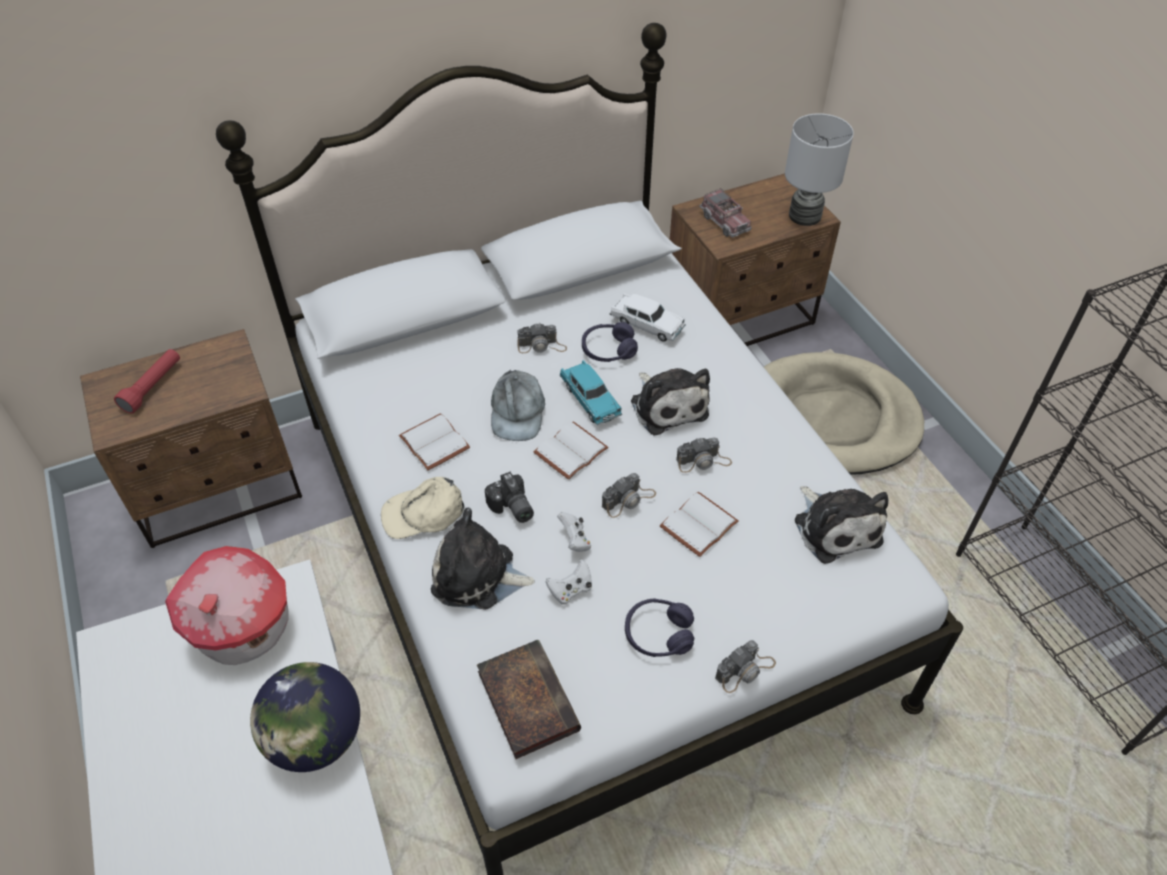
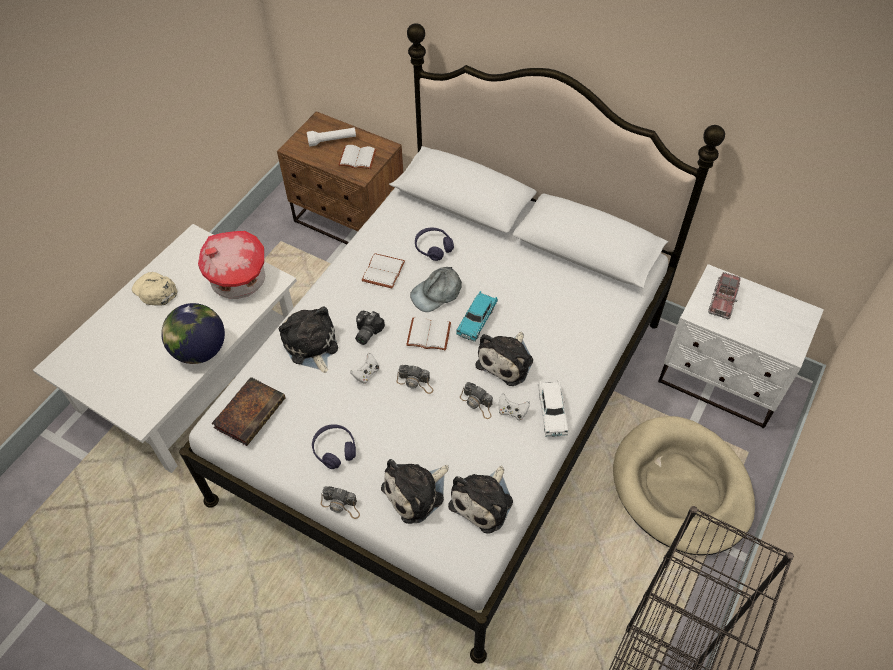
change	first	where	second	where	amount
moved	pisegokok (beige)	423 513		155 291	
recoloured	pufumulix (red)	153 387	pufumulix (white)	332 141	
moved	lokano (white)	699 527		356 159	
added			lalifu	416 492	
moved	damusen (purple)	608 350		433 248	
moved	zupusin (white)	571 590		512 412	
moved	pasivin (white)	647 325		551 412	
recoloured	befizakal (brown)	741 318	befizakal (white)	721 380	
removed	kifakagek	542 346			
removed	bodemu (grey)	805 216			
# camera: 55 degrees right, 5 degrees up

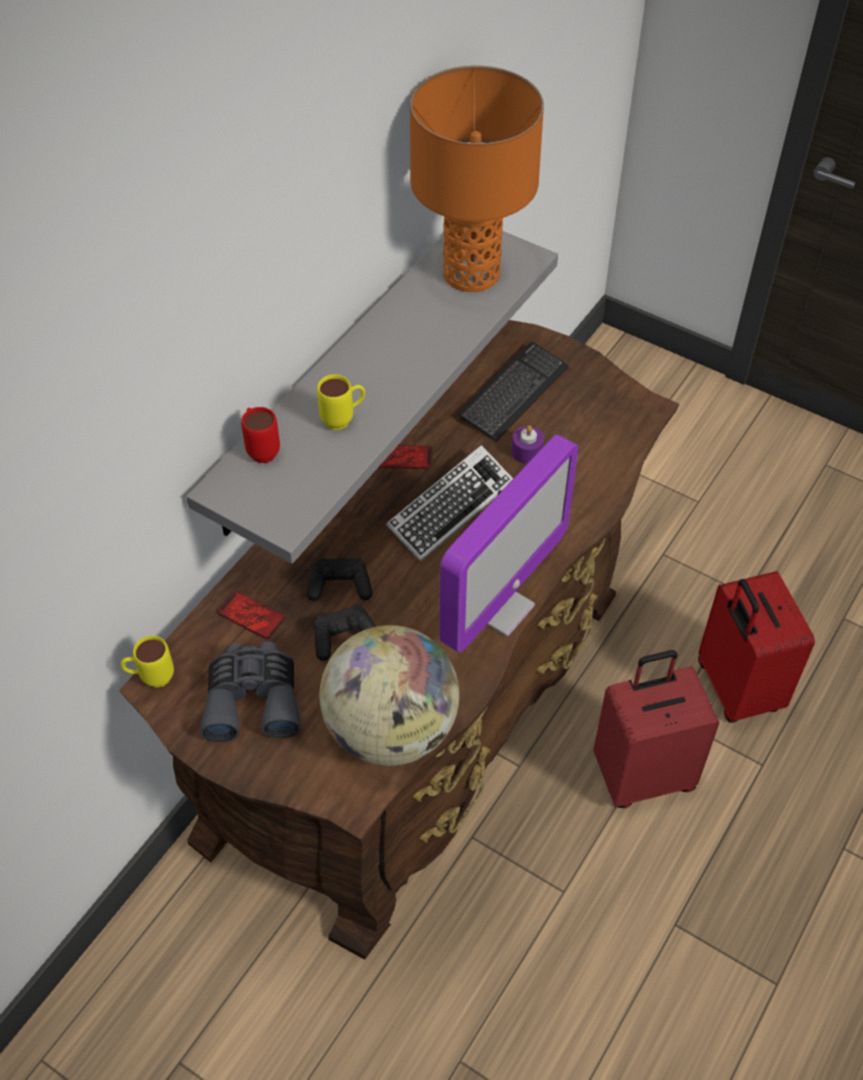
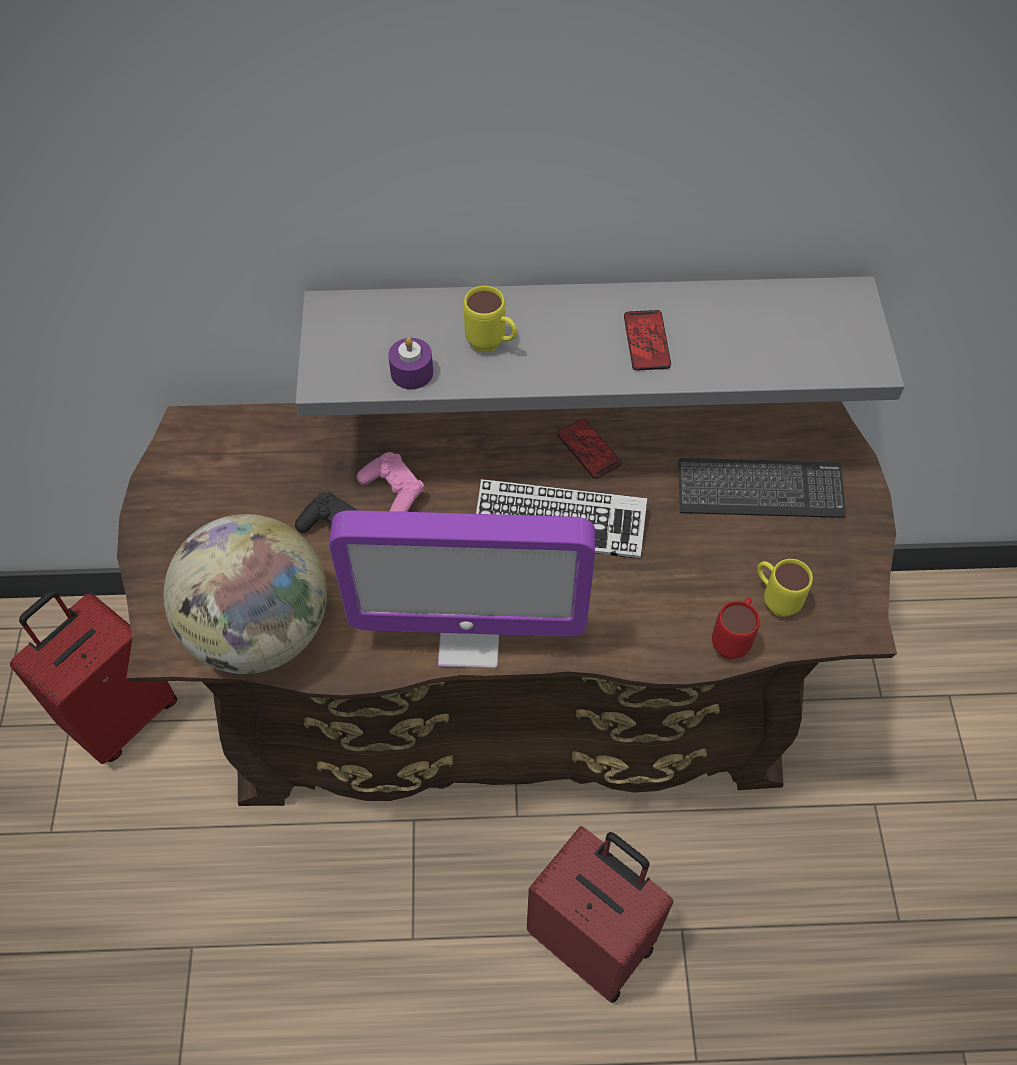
change	first	where	second	where	amount
moved	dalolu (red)	735 688		121 714	
recoloured	zupusin (black)	340 586	zupusin (pink)	393 492	
moved	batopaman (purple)	527 451		412 372	
moved	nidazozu	251 615		646 341	
moved	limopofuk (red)	261 449		733 639	
moved	limopofuk (yellow)	151 678		774 599	
removed	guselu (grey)	253 699			
removed	bodemu (orange)	472 274			
# camera: 55 degrees right, 5 degrees up

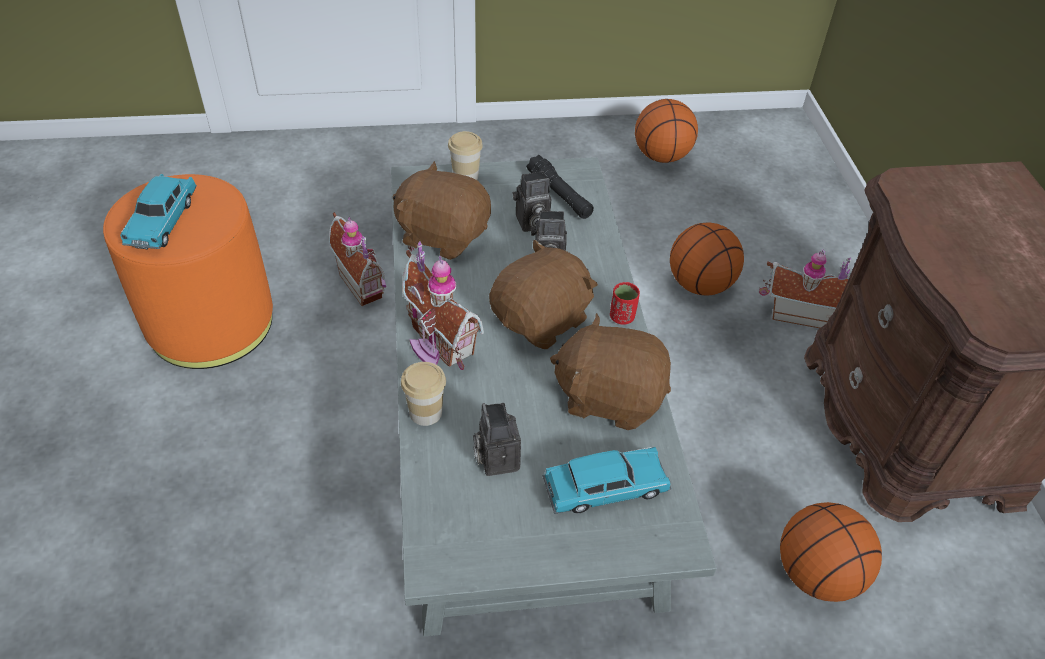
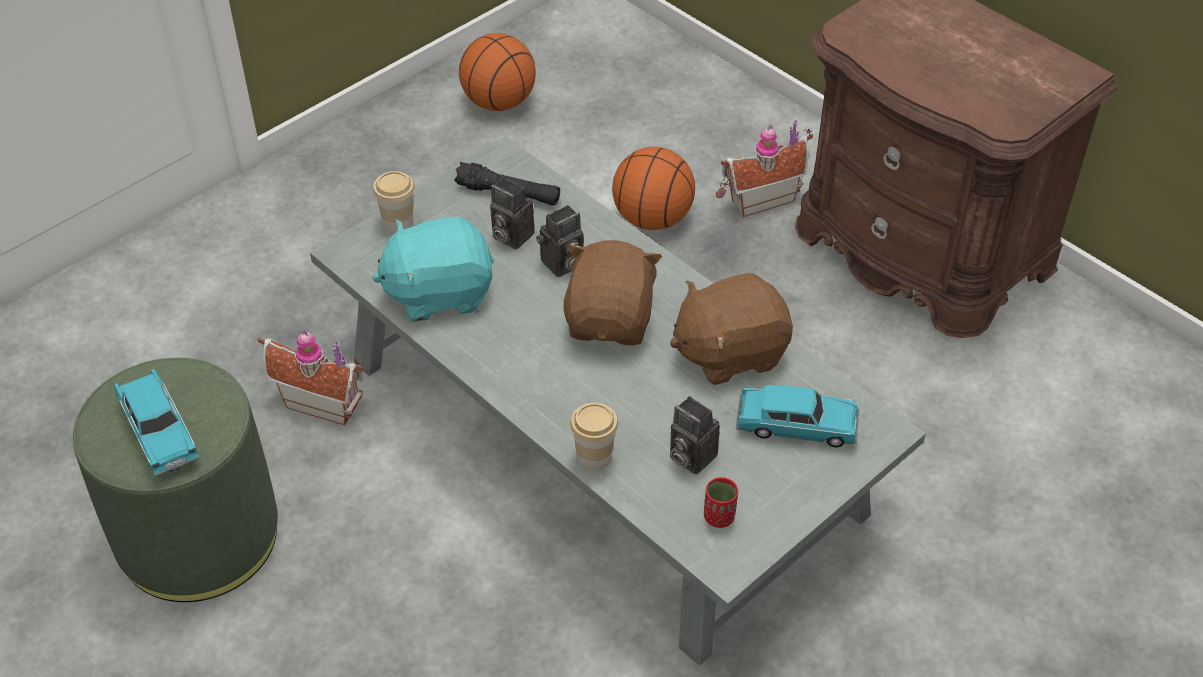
change	first	where	second	where	amount
recoloured	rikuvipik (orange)	211 323	rikuvipik (green)	198 536	
recoloured	lalifu (brown)	443 235	lalifu (turquoise)	439 292	
turned	kifakagek	531 223		510 236	90 degrees clockwise
moved	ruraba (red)	622 317		719 517	
turned	pasivin (turquoise)	605 489		796 427	60 degrees clockwise
removed	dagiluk	437 345			
removed	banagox	817 574			
# camera: 35 degrees left, 0 degrees up

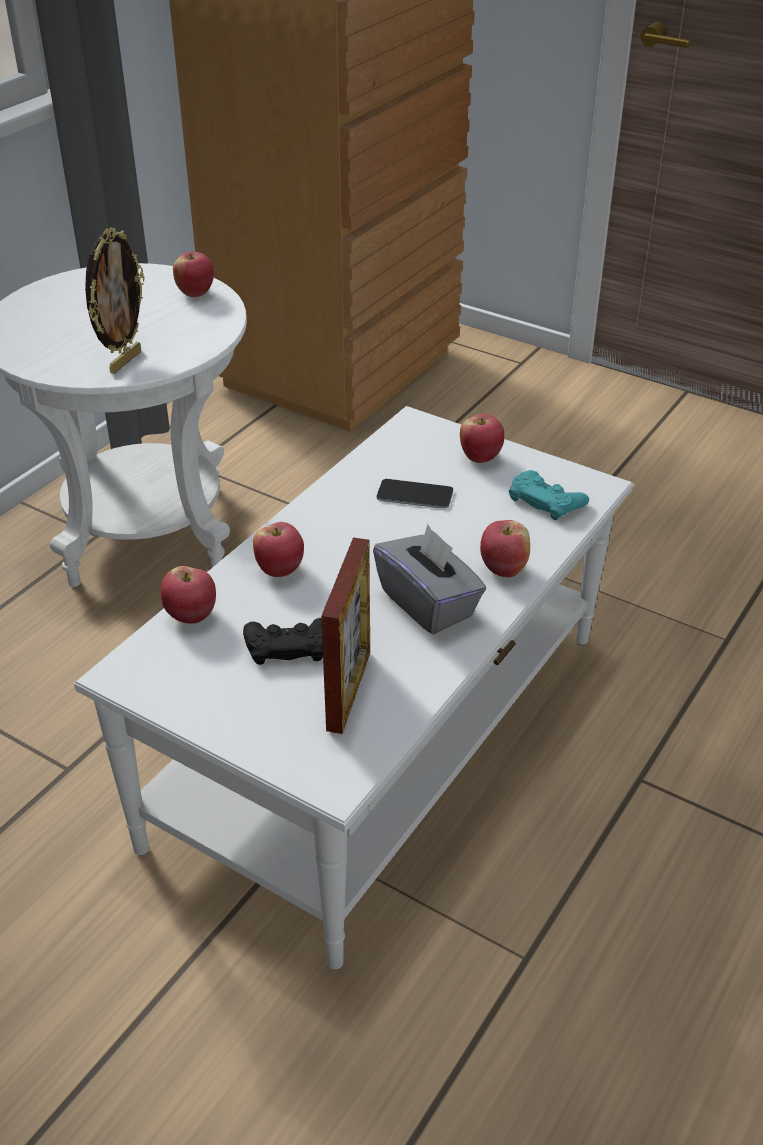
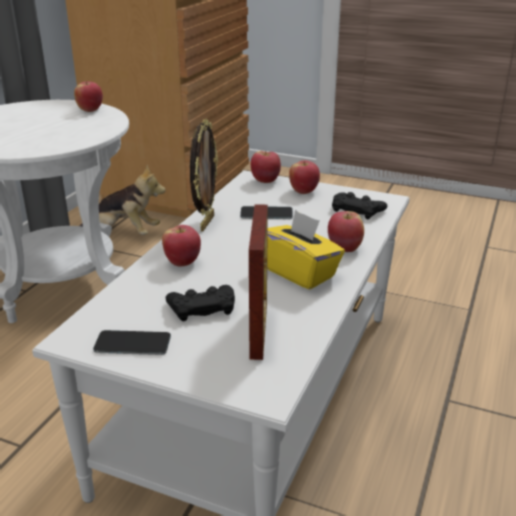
change	first	where	second	where	amount
added			lalifu	124 233	
added			nidazozu	132 343	
moved	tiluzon	124 361		206 223	
moved	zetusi	191 616		265 181	
recoloured	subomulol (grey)	428 603	subomulol (yellow)	299 272	
recoloured	zupusin (turquoise)	546 501	zupusin (black)	357 210	
# camera: 10 degrees left, 10 degrees down

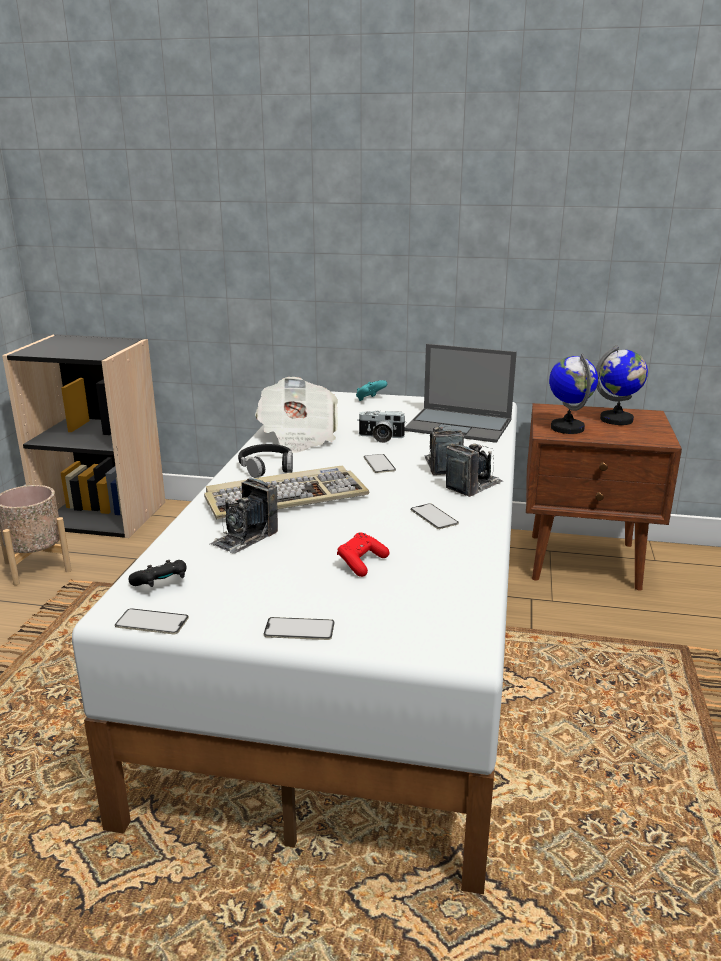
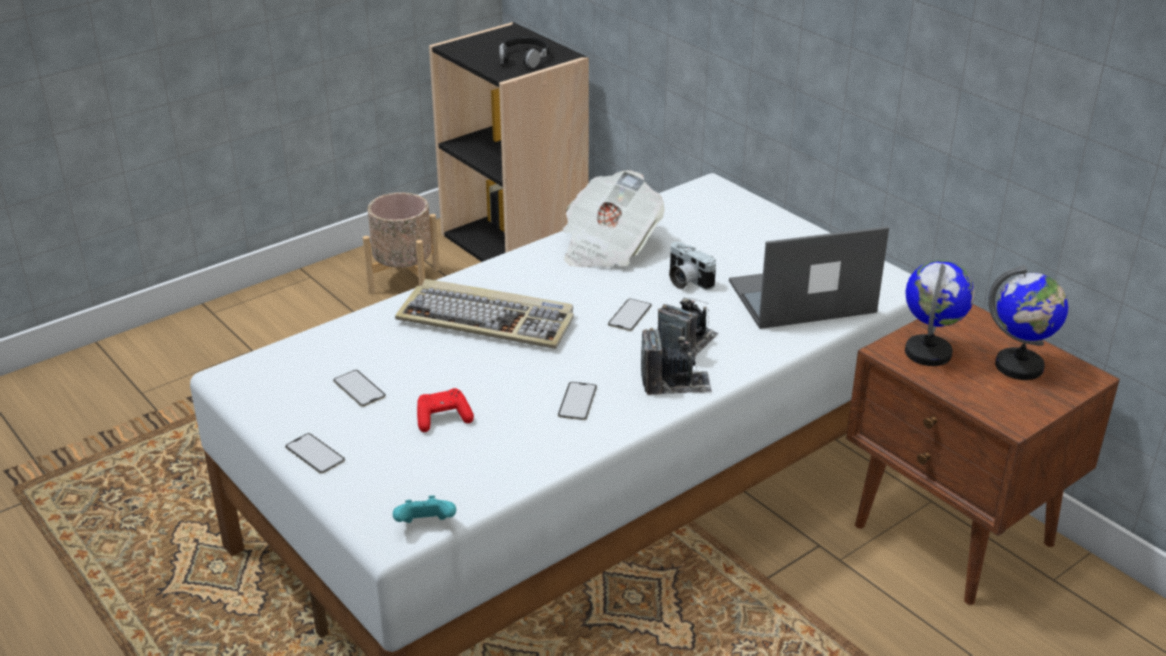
change	first	where	second	where	amount
moved	nidazozu	152 622		359 388	
moved	zupusin (turquoise)	369 400		425 526	
moved	damusen (black)	267 467		524 58	
turned	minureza	460 425		800 297	105 degrees clockwise
removed	zupusin (black)	161 584			
removed	kifakagek	245 537			
# camera: 40 degrees right, 10 degrees up

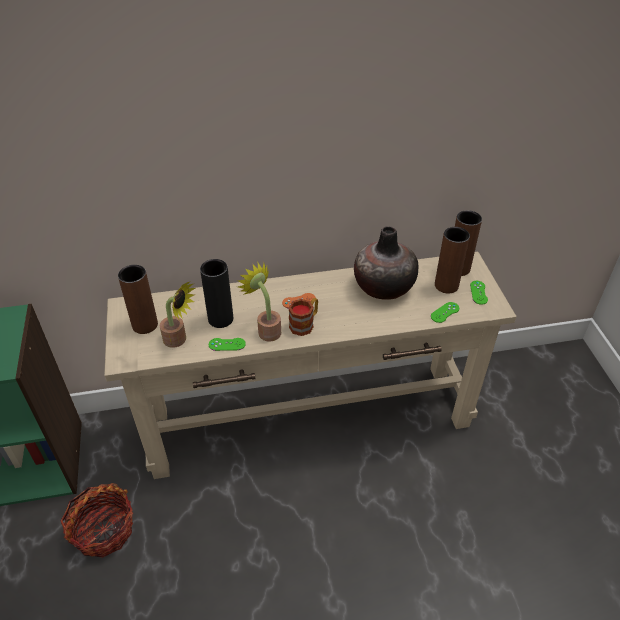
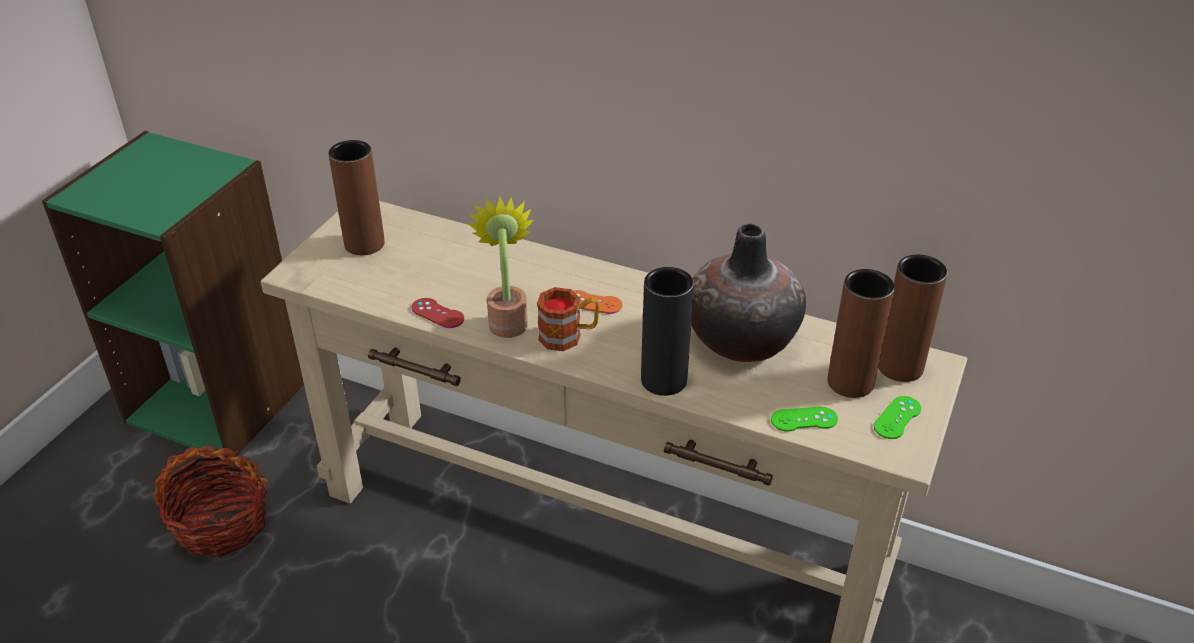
change	first	where	second	where	amount
recoloured	zupusin (green)	227 344	zupusin (red)	437 313	
moved	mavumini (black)	220 319		663 380	
removed	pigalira	179 340			
# camera: 35 degrees right, 5 degrees down

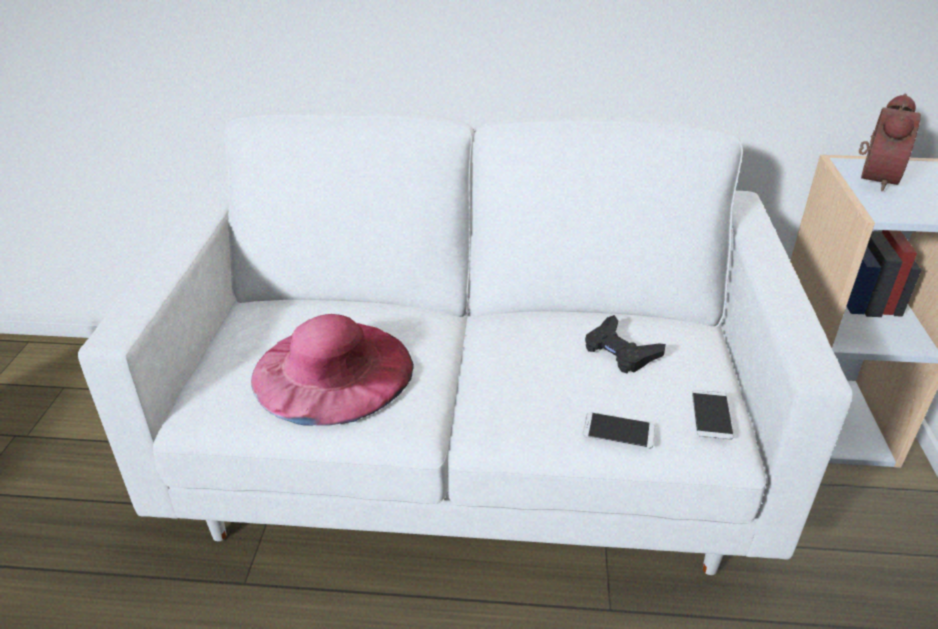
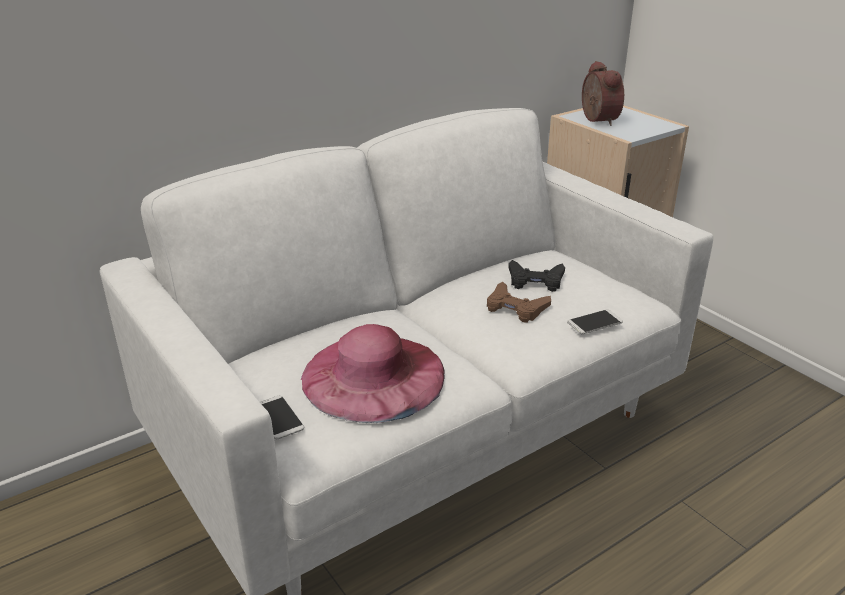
change	first	where	second	where	amount
moved	nidazozu	711 415		278 418	
added			zupusin (brown)	515 308	
# camera: 40 degrees left, 5 degrees down

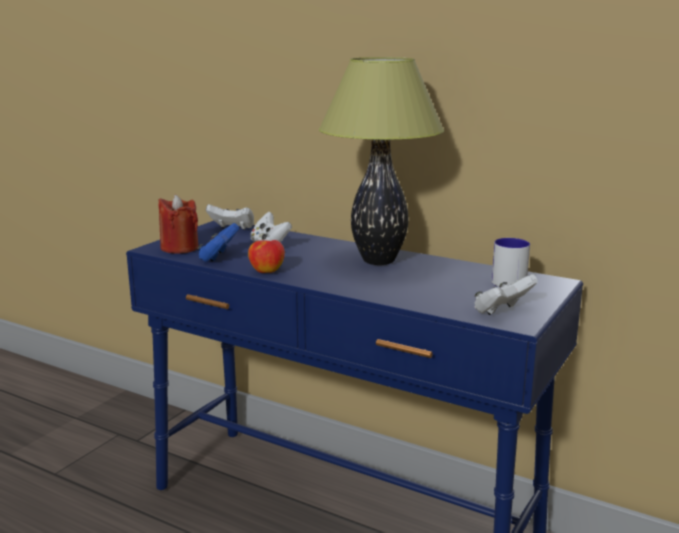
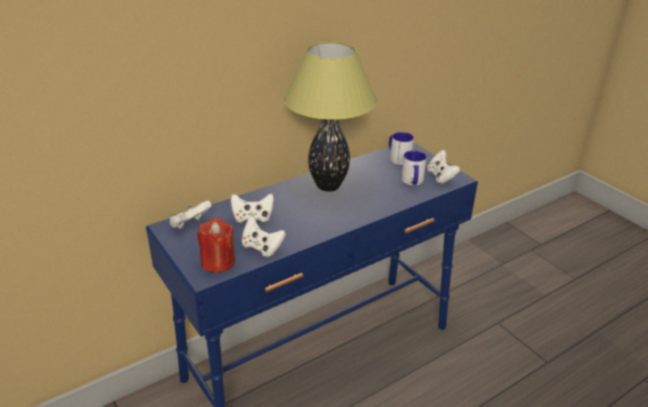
change	first	where	second	where	amount
recoloured	zupusin (blue)	218 257	zupusin (white)	262 248	
added			limopofuk	412 182	
removed	zetusi	267 271			
# camera: 65 degrees left, 15 degrees up

